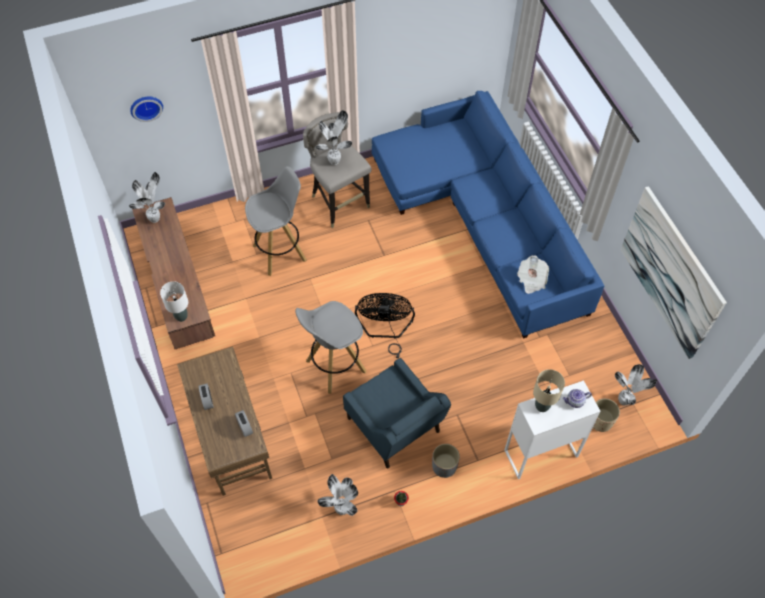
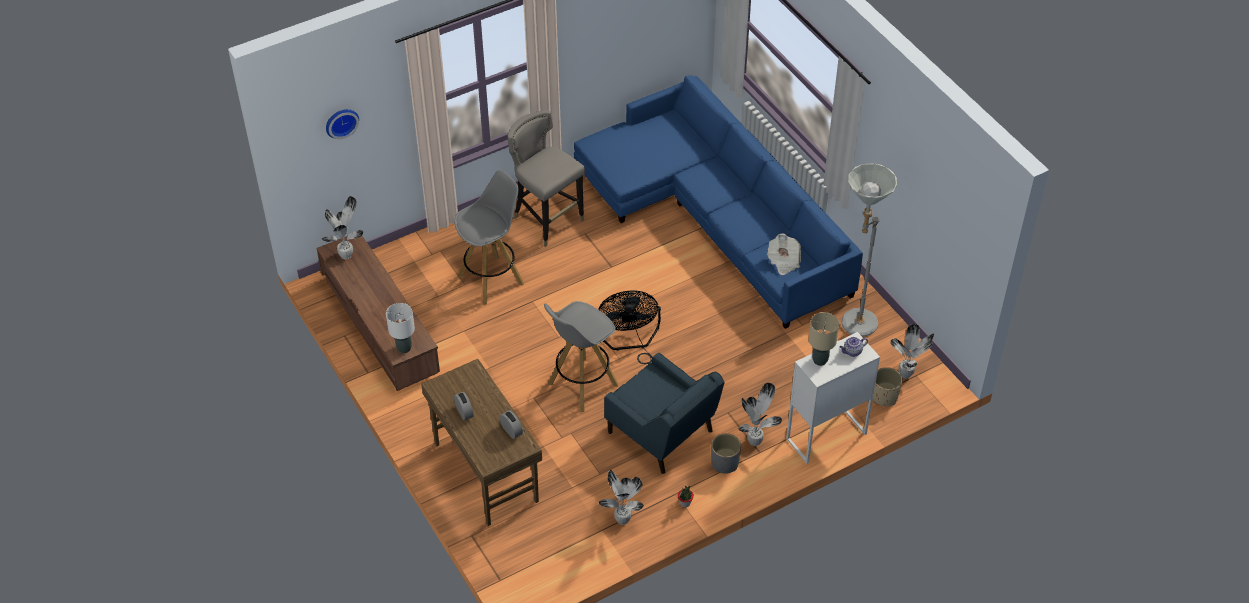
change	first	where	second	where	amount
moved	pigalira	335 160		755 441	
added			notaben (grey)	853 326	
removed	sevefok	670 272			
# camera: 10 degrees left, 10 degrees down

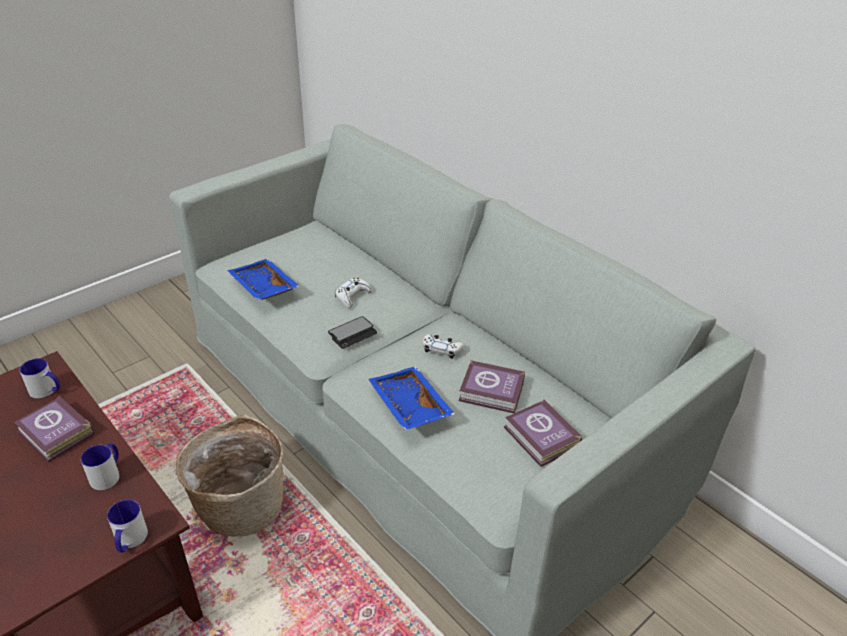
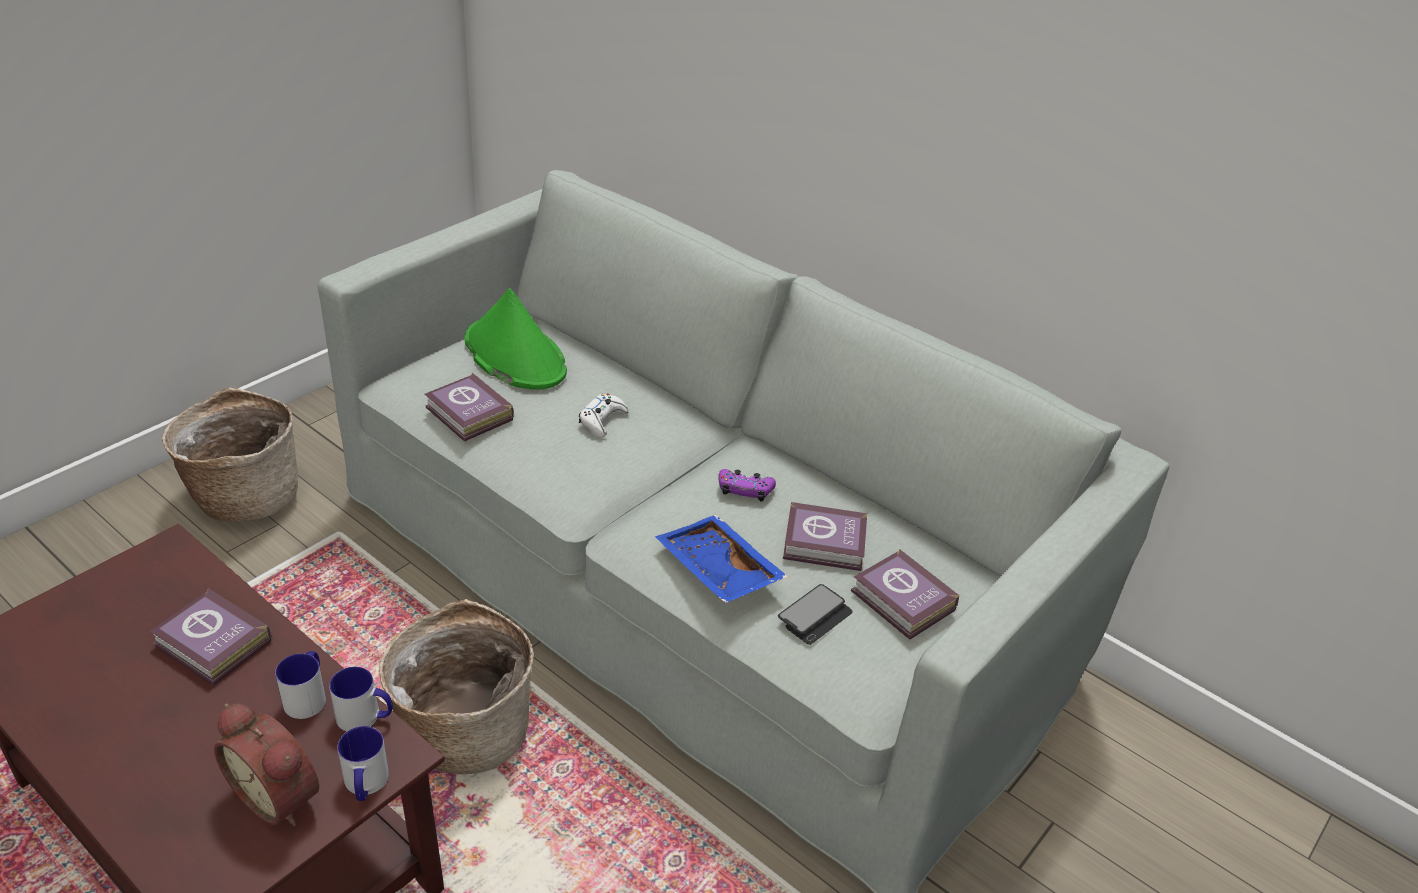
change	first	where	second	where	amount
added			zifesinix	244 496	
added			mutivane	280 794	
moved	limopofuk	47 391		365 717	
replaced	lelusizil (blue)	262 288	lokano	469 415	
added			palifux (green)	514 356	
recoloured	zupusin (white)	442 349	zupusin (purple)	745 489	
moved	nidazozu	352 333		815 616	
# camera: 10 degrees left, 0 degrees up

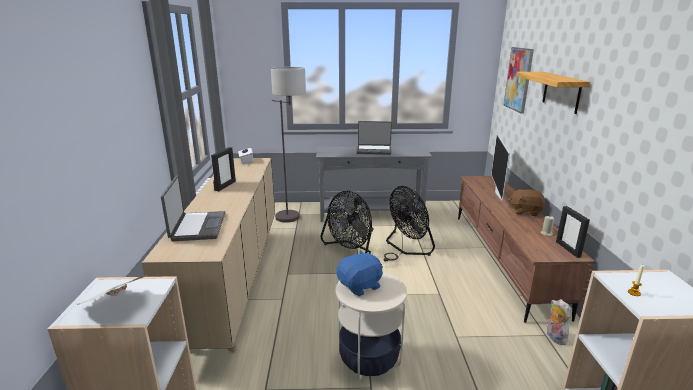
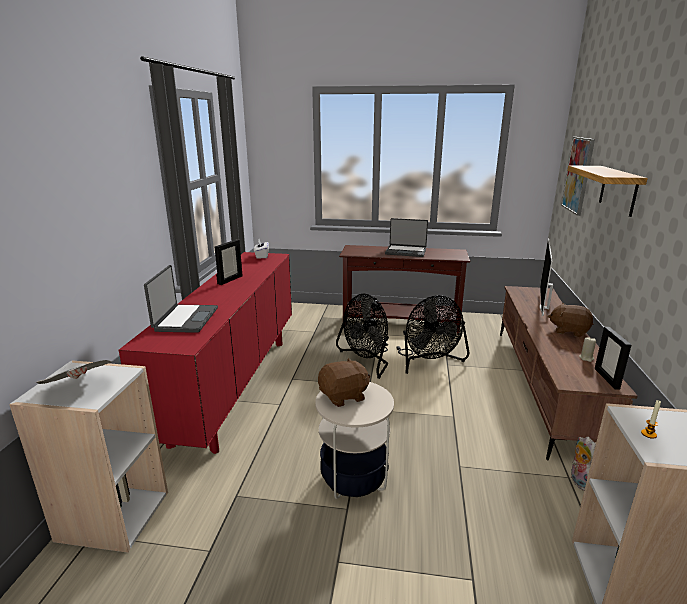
change	first	where	second	where	amount
recoloured	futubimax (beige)	234 286	futubimax (red)	234 386	
recoloured	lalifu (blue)	360 286	lalifu (brown)	344 396	
recoloured	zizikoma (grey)	371 214	zizikoma (brown)	401 323	
turned	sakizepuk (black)	403 247		426 361	90 degrees clockwise
removed	notaben (grey)	292 219			
# camera: 10 degrees right, 0 degrees up

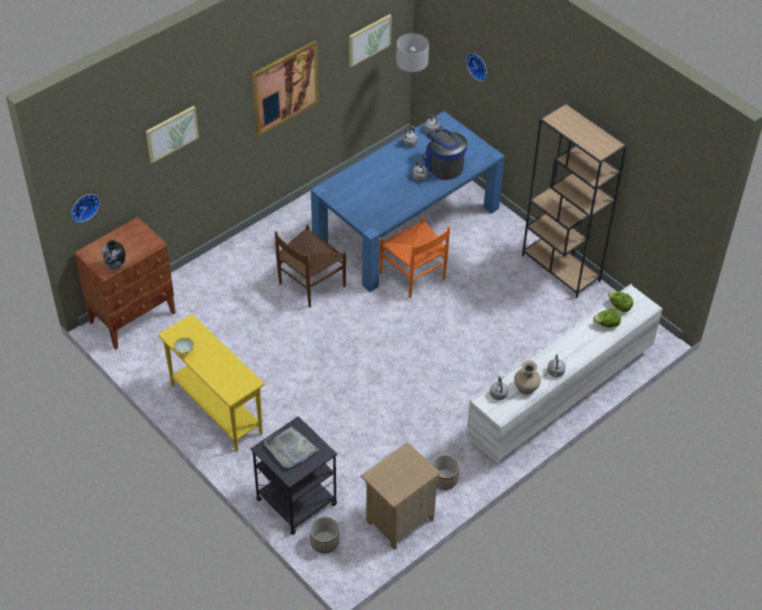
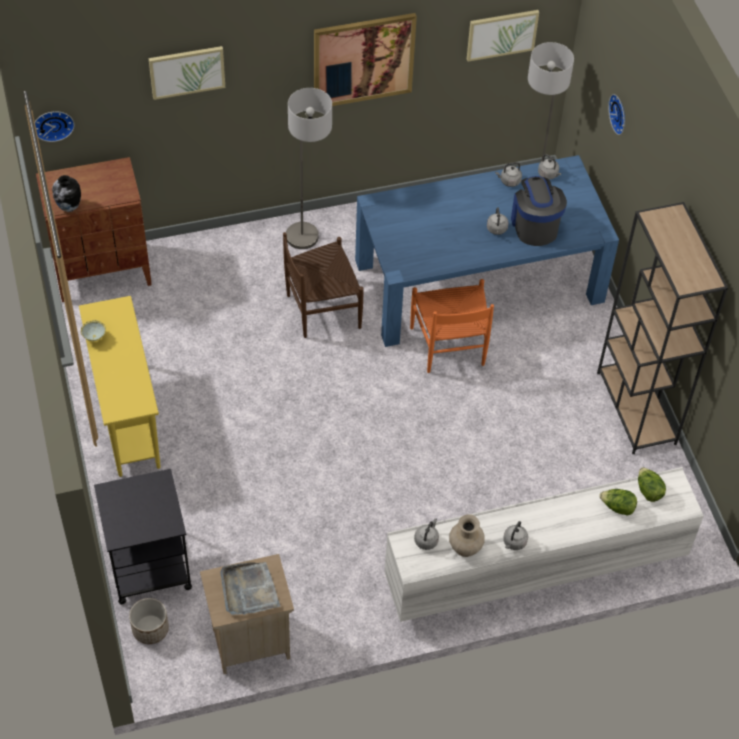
change	first	where	second	where	amount
moved	lelusizil (grey)	290 449		249 590	
added			notaben (grey)	307 243	
removed	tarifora	444 479			
# camera: 25 degrees right, 5 degrees up

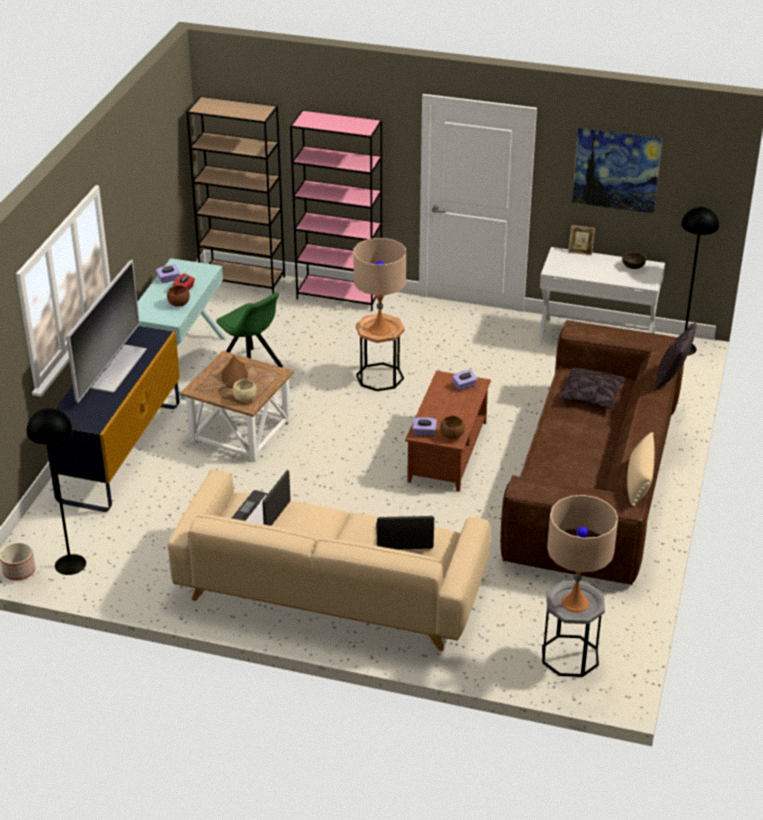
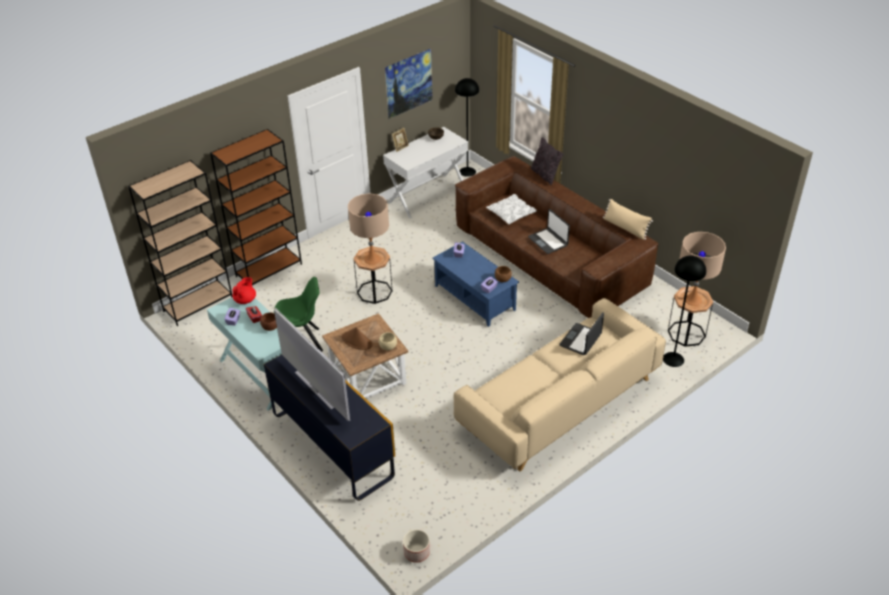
change	first	where	second	where	amount
recoloured	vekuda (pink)	340 295	vekuda (brown)	269 270	
added			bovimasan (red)	245 300	
recoloured	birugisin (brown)	448 452	birugisin (blue)	475 297	
recoloured	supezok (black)	591 395	supezok (white)	511 214	
moved	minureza	261 513		548 241	
moved	notaben (black)	70 564		673 359	
recoloured	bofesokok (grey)	569 656	bofesokok (brown)	686 333	
# camera: 55 degrees left, 5 degrees up

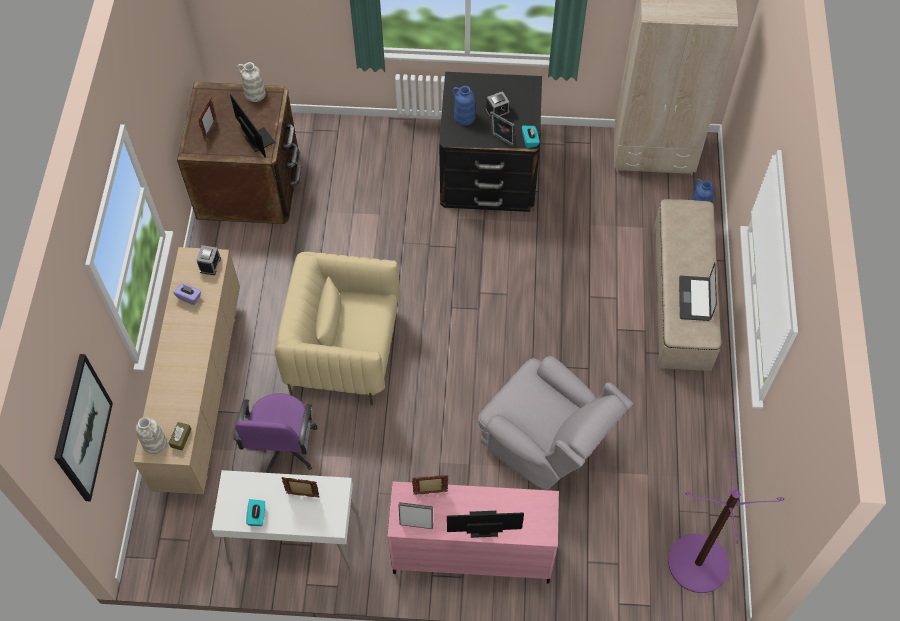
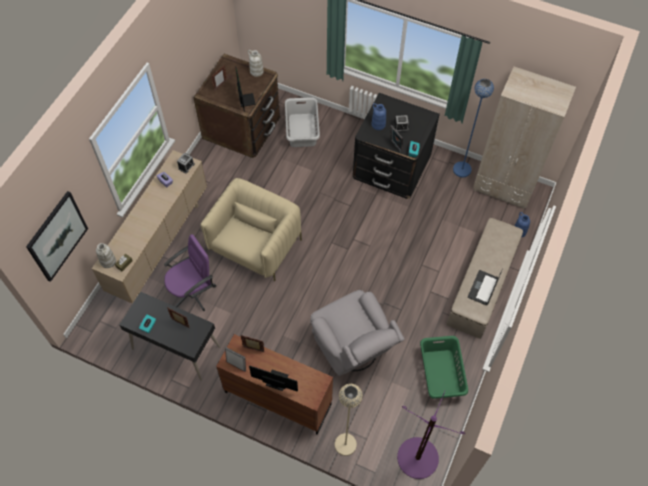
change	first	where	second	where	amount
recoloured	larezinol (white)	293 537	larezinol (black)	176 348	
turned	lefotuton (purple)	282 447		192 292	150 degrees counterclockwise
turned	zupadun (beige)	343 348		255 245	90 degrees clockwise
recoloured	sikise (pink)	472 555	sikise (brown)	277 399	
added			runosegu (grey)	302 130	
added			notaben (beige)	345 445	
added			runosegu (green)	440 374	
added			notaben (blue)	462 169	
# camera: 20 degrees right, 0 degrees up

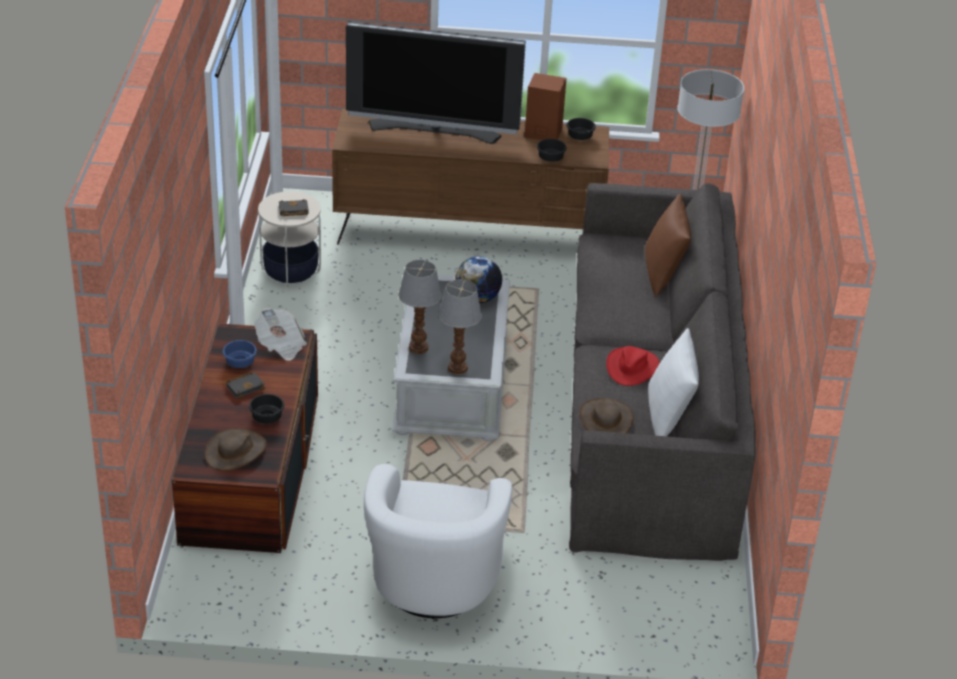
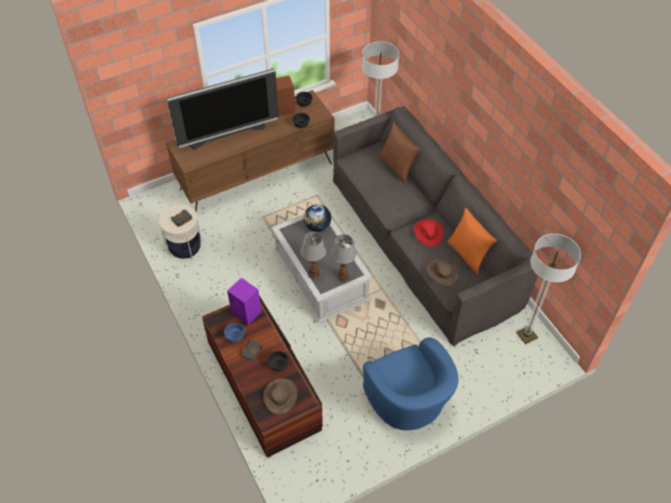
change	first	where	second	where	amount
replaced	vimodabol	281 345	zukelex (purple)	247 313	
recoloured	zupadun (white)	433 583	zupadun (blue)	407 403	
recoloured	supezok (white)	668 417	supezok (orange)	468 255	
added			notaben	526 335	
# camera: 30 degrees left, 15 degrees up

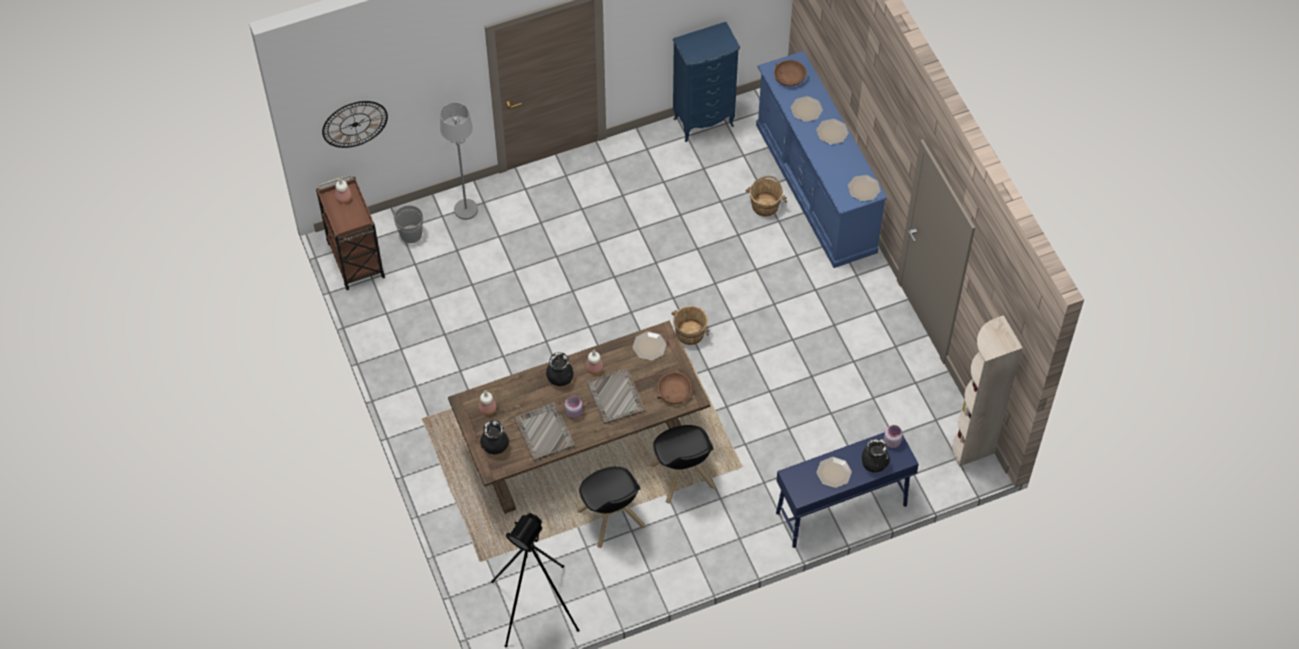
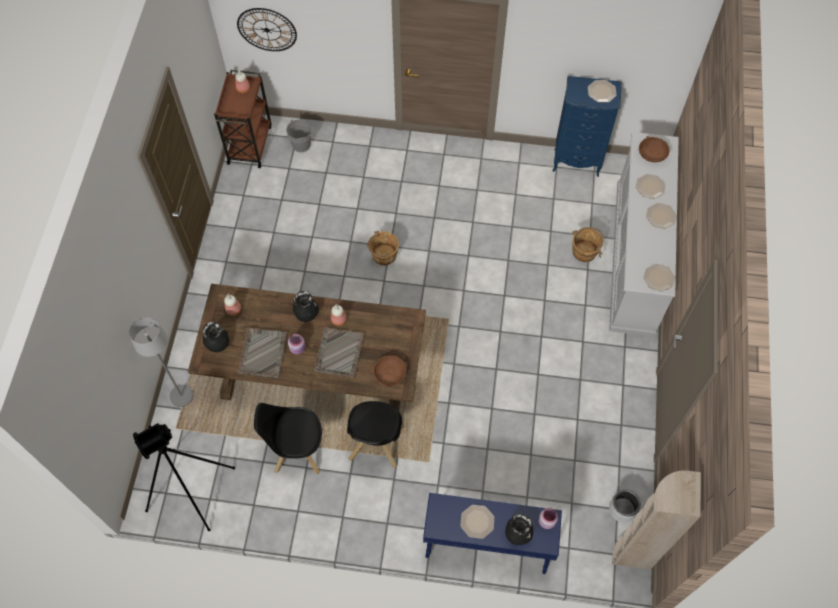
change	first	where	second	where	amount
moved	notaben (grey)	466 210		181 396	
turned	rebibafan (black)	611 520		297 449	90 degrees clockwise
moved	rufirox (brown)	689 333		383 255	
moved	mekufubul	649 346		602 91	
recoloured	futubimax (blue)	815 188	futubimax (white)	634 257	
added			tarifora (grey)	622 509	
# camera: 30 degrees right, 5 degrees up

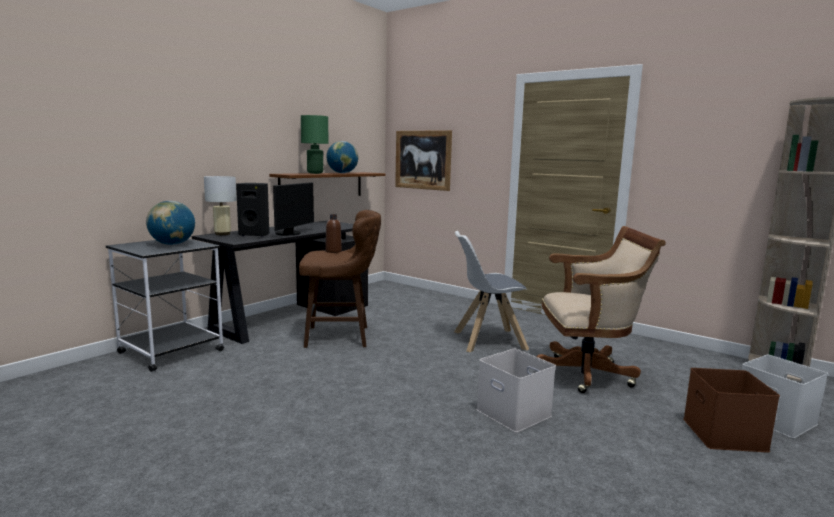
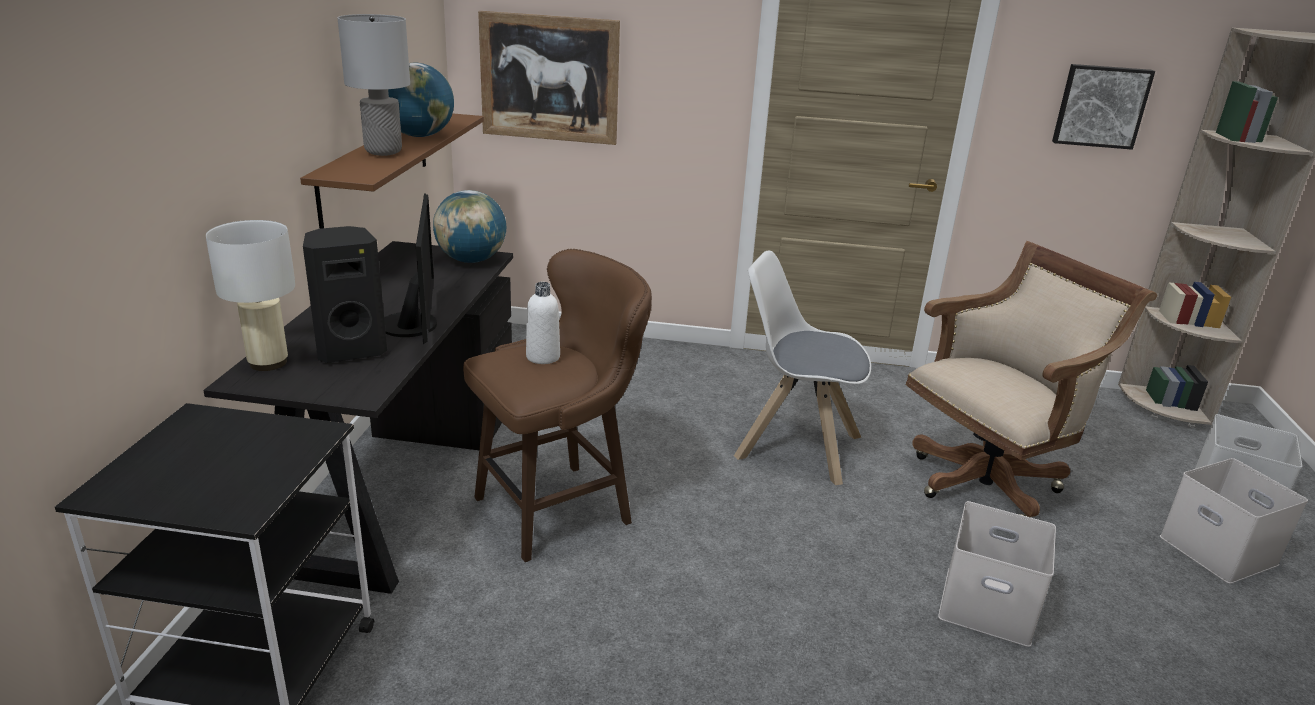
change	first	where	second	where	amount
recoloured	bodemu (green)	315 173	bodemu (grey)	384 153	
moved	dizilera	172 244		471 260	
recoloured	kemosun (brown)	333 251	kemosun (white)	543 357	
turned	rebibafan	487 341		794 446	60 degrees clockwise
added			sevefok	1100 106	
recoloured	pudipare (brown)	726 435	pudipare (white)	1221 551	
# camera: 30 degrees left, 15 degrees up

